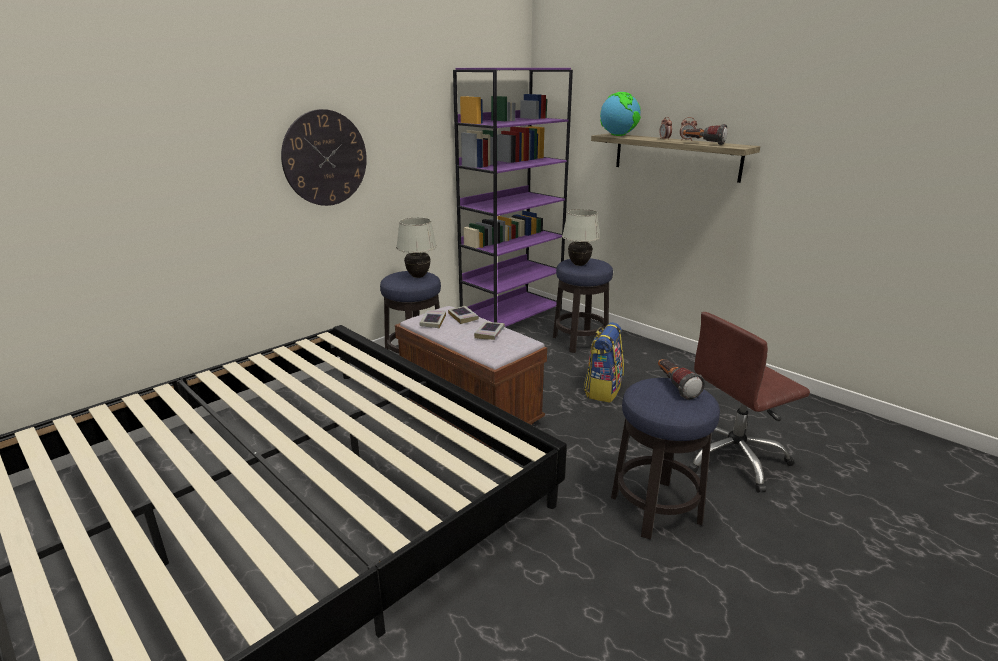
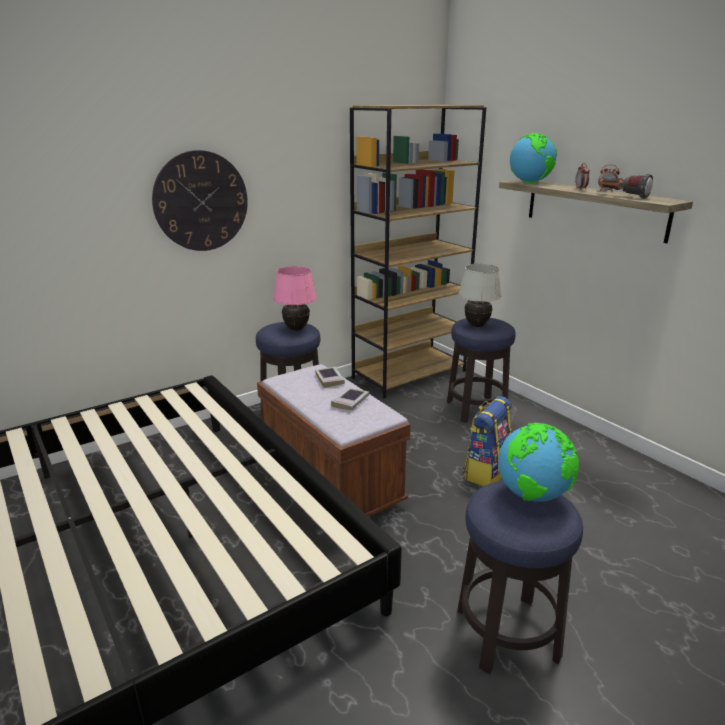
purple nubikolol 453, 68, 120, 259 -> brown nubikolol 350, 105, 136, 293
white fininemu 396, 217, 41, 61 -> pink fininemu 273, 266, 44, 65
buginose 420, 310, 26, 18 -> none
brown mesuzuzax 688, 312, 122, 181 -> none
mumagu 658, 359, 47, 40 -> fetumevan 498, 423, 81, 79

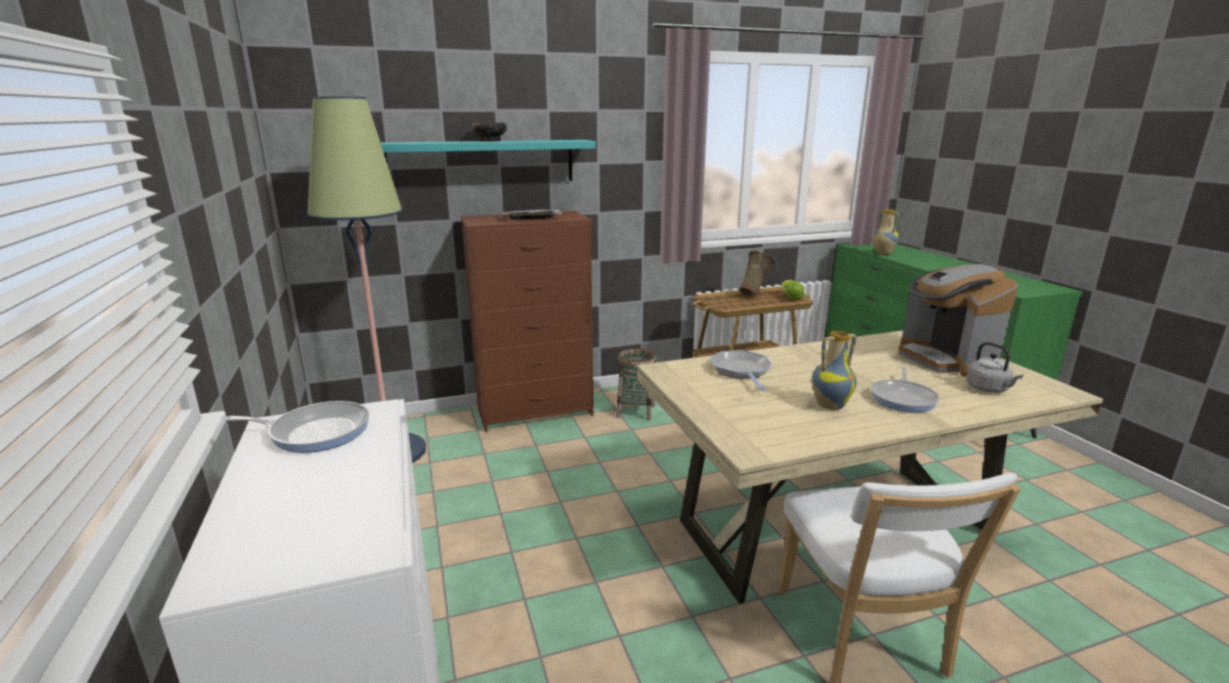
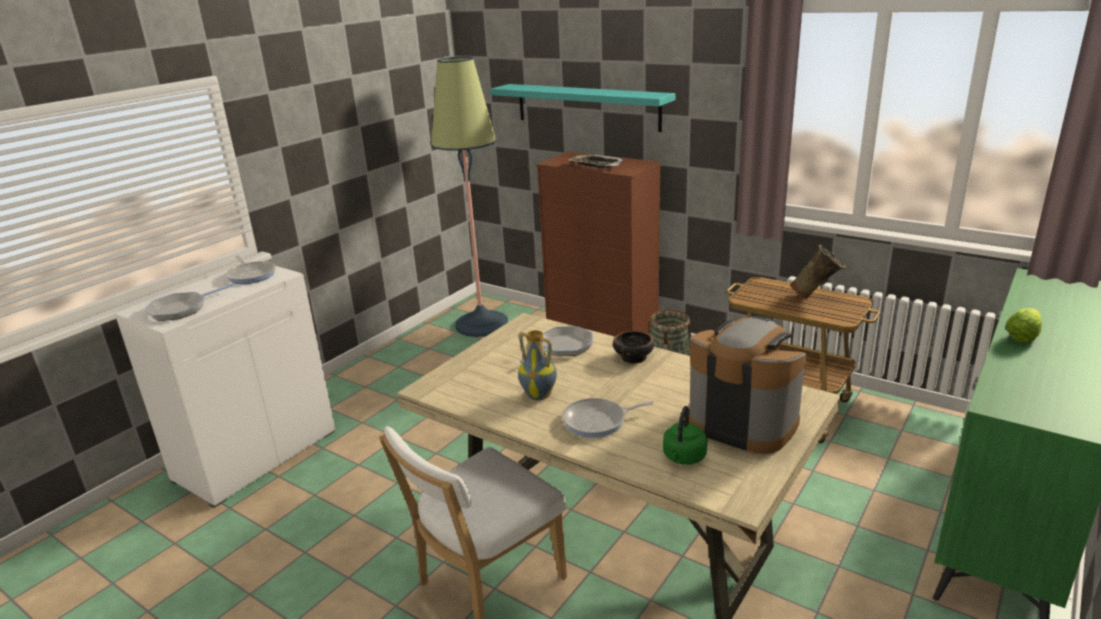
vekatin 472, 123, 35, 19 -> vekatin 613, 331, 42, 33, move
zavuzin 873, 209, 26, 46 -> none
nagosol 899, 264, 119, 113 -> nagosol 689, 316, 118, 138, 90 degrees clockwise
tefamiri 781, 280, 23, 20 -> tefamiri 1006, 308, 36, 34, move
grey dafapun 966, 342, 57, 51 -> green dafapun 663, 406, 44, 59
none -> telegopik 144, 284, 90, 37

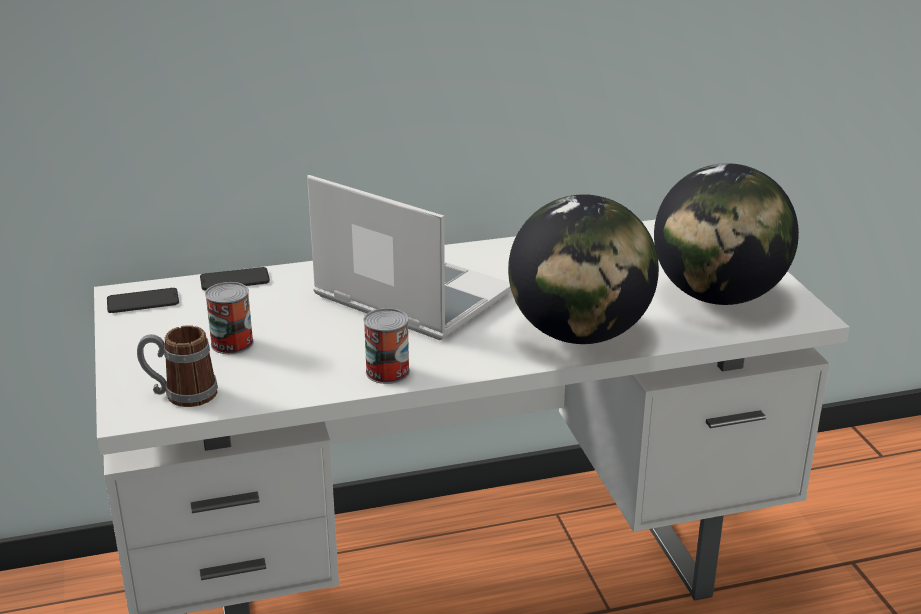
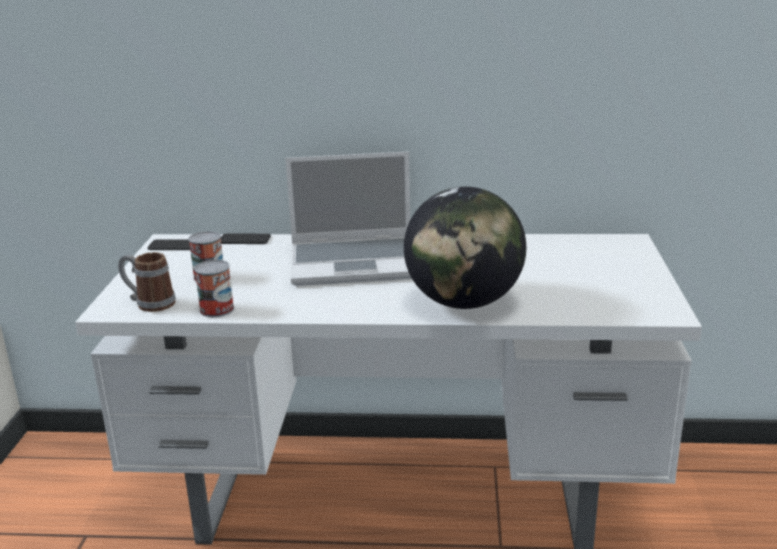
fetumevan 654, 163, 145, 142 -> none
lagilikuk 307, 175, 204, 165 -> lagilikuk 285, 152, 127, 134, 120 degrees clockwise
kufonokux 363, 308, 47, 76 -> kufonokux 194, 260, 40, 57, move

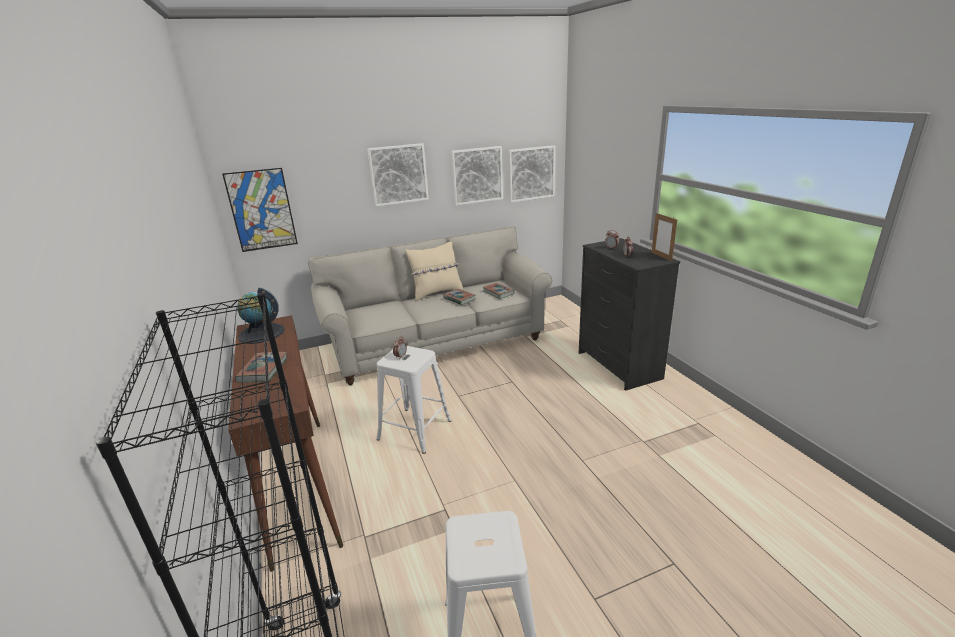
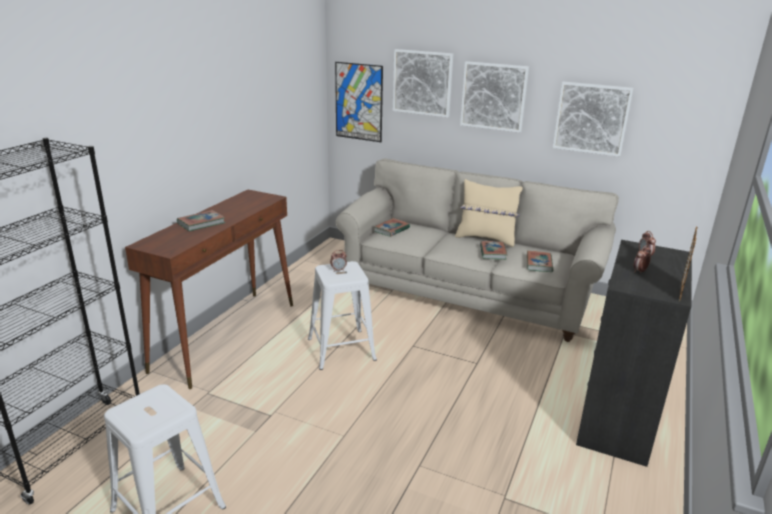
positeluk 508, 145, 47, 58 -> positeluk 392, 49, 61, 69, move
fetumevan 237, 288, 47, 56 -> none
none -> buginose 374, 218, 36, 19

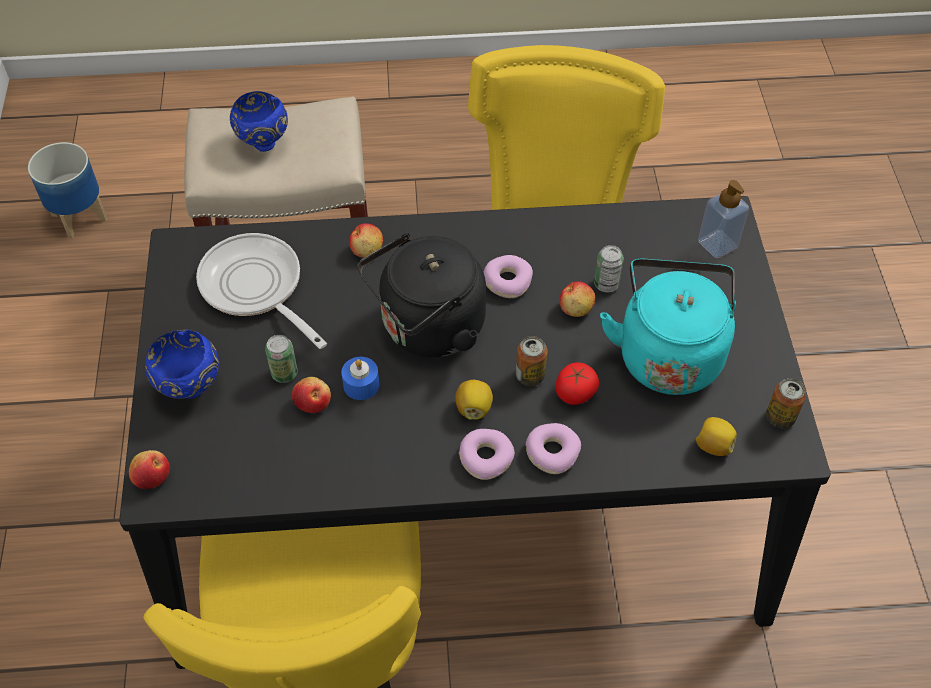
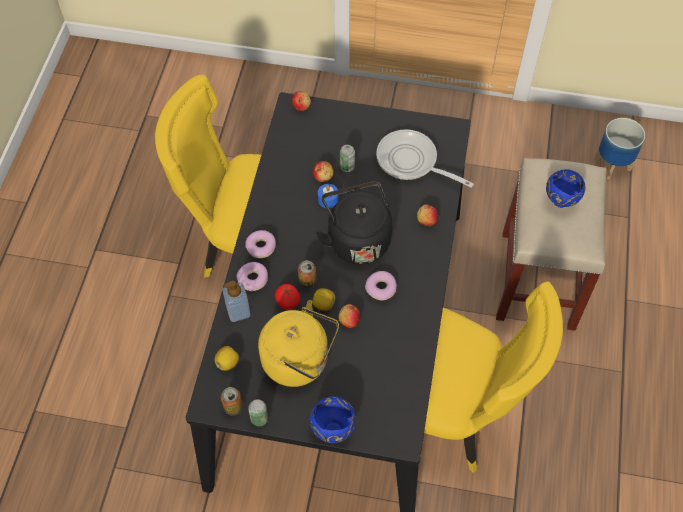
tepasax 698, 180, 51, 78 -> tepasax 223, 281, 27, 41, move
telegopik 196, 233, 131, 116 -> telegopik 376, 129, 98, 59, 120 degrees counterclockwise
kufonokux 594, 245, 30, 48 -> kufonokux 248, 399, 20, 27, move
turquoise dafapun 600, 259, 136, 136 -> yellow dafapun 258, 300, 81, 87
blue vekatin 145, 329, 74, 70 -> blue vekatin 310, 396, 46, 47, move
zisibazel 455, 380, 38, 40 -> zisibazel 312, 288, 23, 23, move

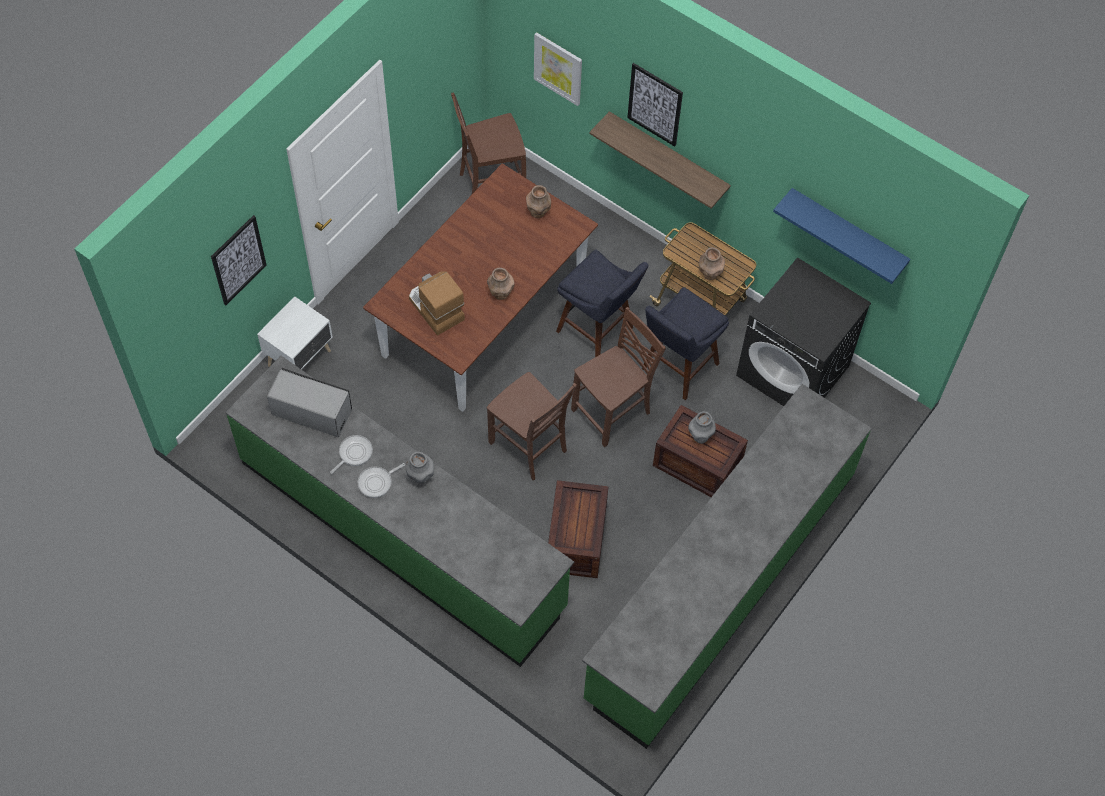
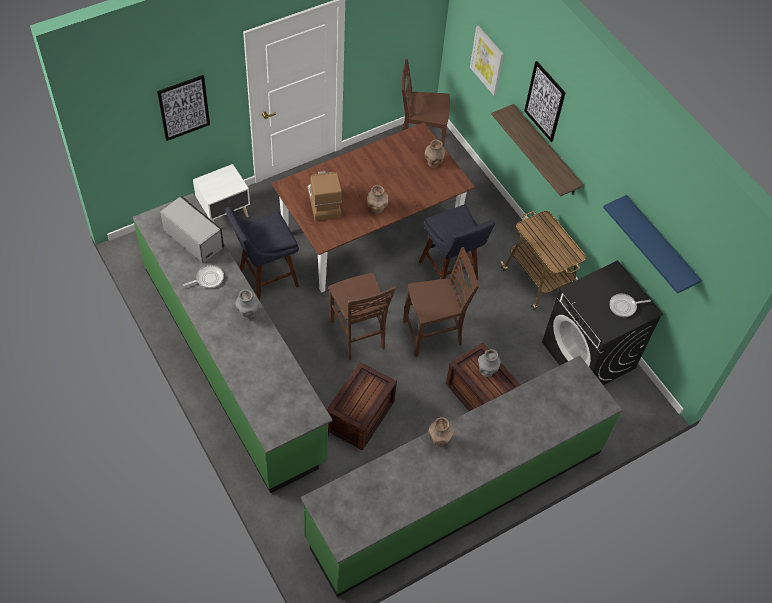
brown zavuzin 699, 247, 26, 33 -> brown zavuzin 428, 417, 26, 29, move
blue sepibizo 642, 287, 87, 113 -> blue sepibizo 225, 207, 74, 94, move
telegopik 358, 463, 47, 35 -> telegopik 609, 293, 42, 24, move

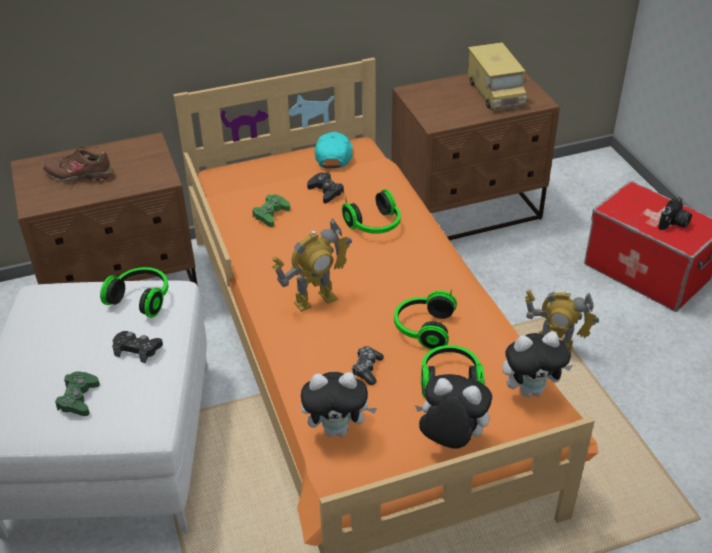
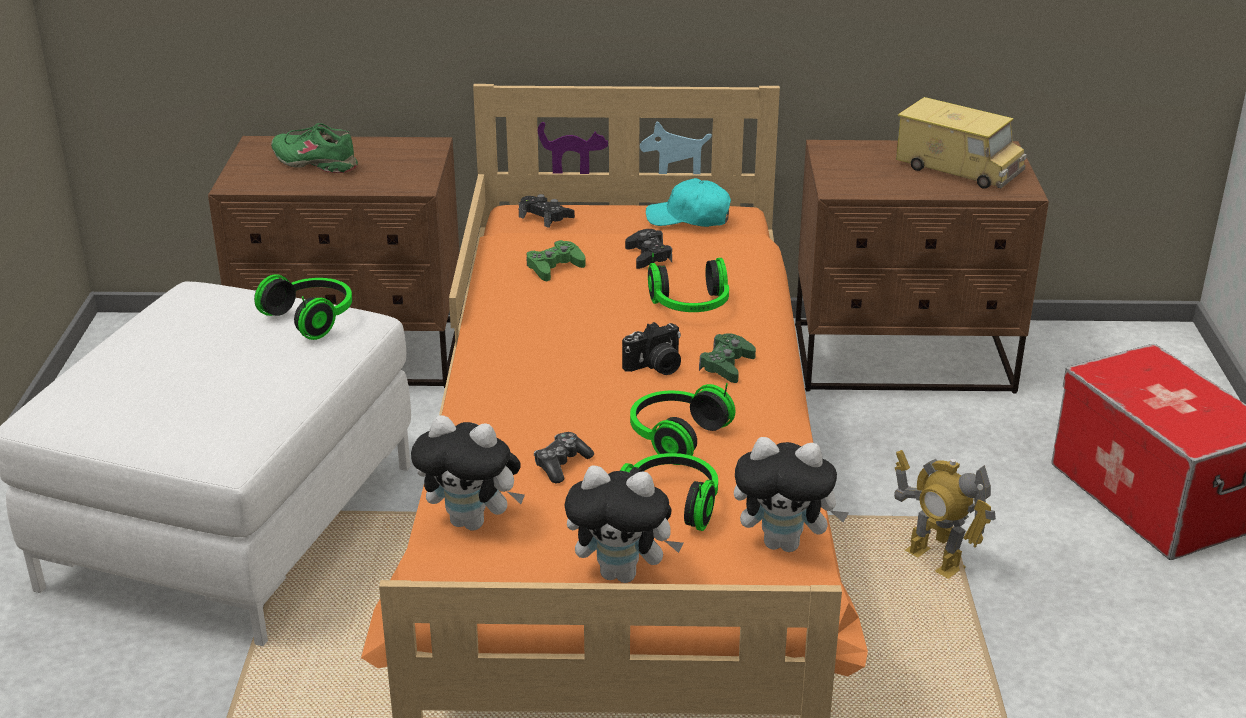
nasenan 468, 42, 60, 69 -> nasenan 896, 97, 131, 92, 60 degrees counterclockwise
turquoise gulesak 315, 132, 38, 37 -> turquoise gulesak 646, 178, 85, 49, 105 degrees counterclockwise
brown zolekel 42, 147, 72, 35 -> green zolekel 271, 123, 87, 50
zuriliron 658, 197, 34, 33 -> zuriliron 622, 322, 59, 53, move
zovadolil 272, 219, 80, 93 -> none
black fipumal 112, 331, 51, 32 -> black fipumal 519, 194, 56, 34, move
green fipumal 55, 371, 45, 45 -> green fipumal 699, 333, 57, 50, move
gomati 415, 374, 77, 75 -> gomati 565, 466, 119, 117, 150 degrees clockwise

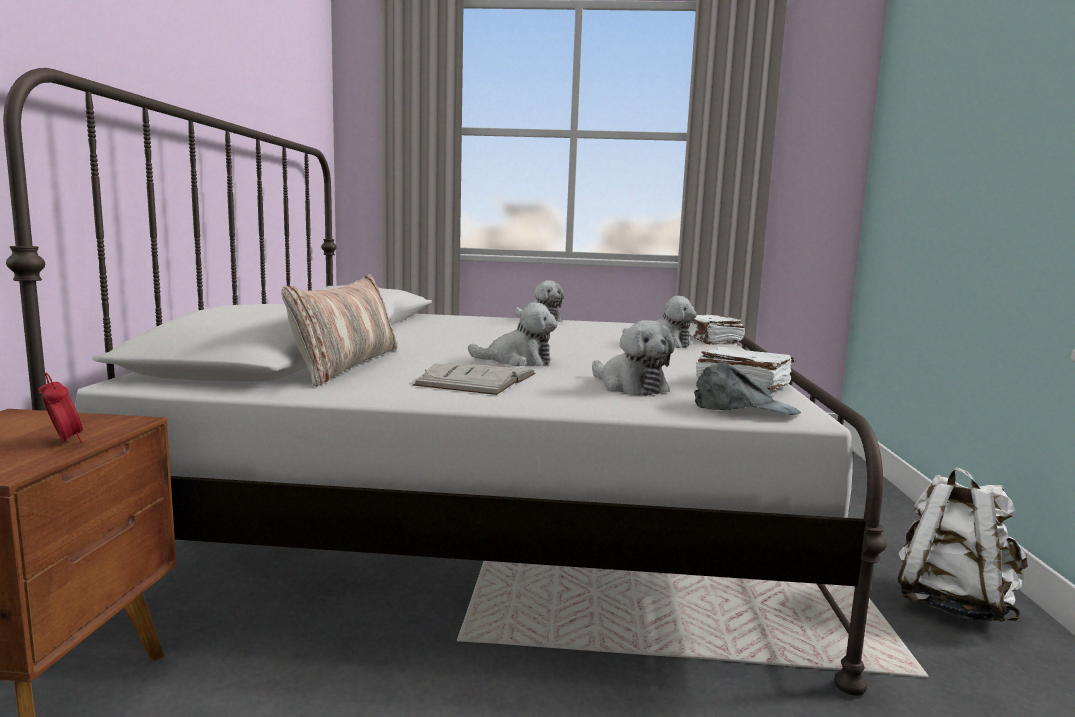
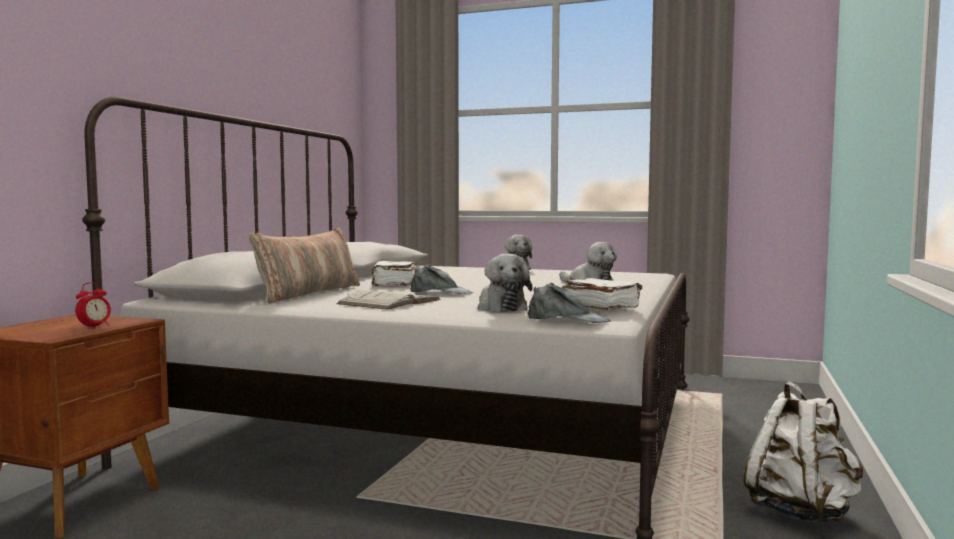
gomati 468, 303, 90, 63 -> grey gulesak 410, 264, 63, 30
white buginose 688, 315, 57, 29 -> white buginose 372, 261, 44, 25, move
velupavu 38, 373, 45, 70 -> velupavu 75, 283, 36, 46, 60 degrees clockwise

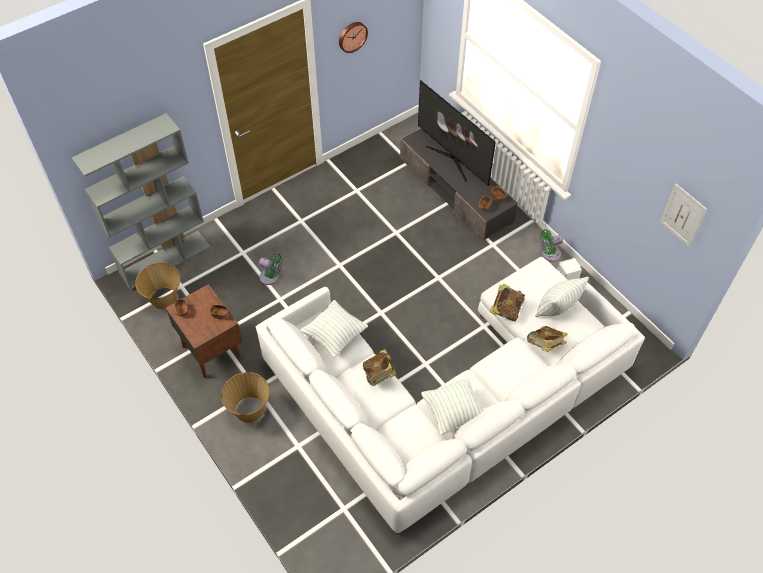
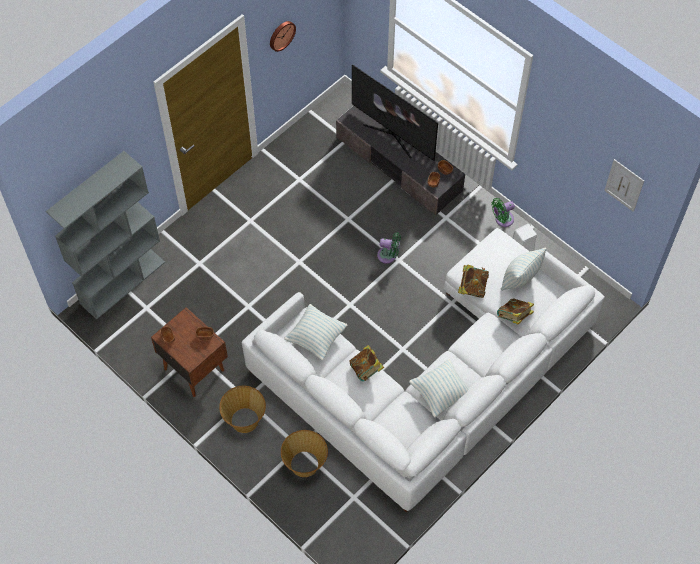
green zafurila 259, 253, 24, 32 -> green zafurila 377, 232, 24, 32, move
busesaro 135, 263, 46, 46 -> busesaro 281, 430, 47, 47, move

